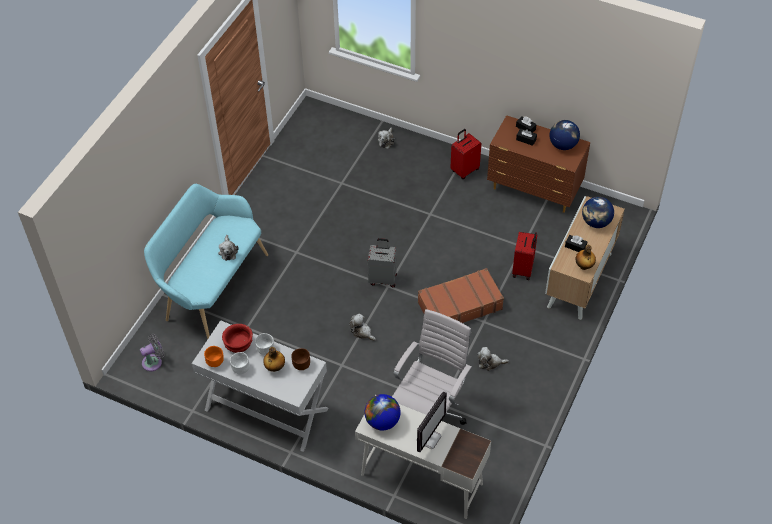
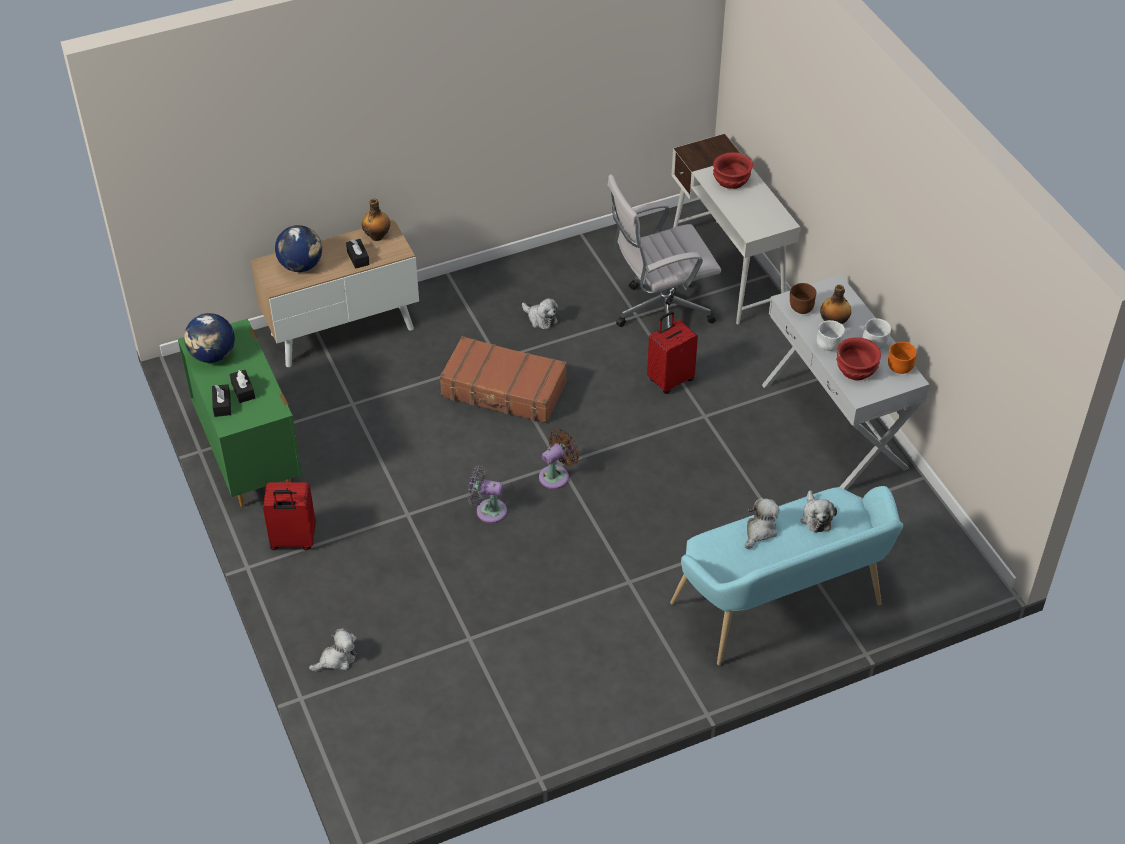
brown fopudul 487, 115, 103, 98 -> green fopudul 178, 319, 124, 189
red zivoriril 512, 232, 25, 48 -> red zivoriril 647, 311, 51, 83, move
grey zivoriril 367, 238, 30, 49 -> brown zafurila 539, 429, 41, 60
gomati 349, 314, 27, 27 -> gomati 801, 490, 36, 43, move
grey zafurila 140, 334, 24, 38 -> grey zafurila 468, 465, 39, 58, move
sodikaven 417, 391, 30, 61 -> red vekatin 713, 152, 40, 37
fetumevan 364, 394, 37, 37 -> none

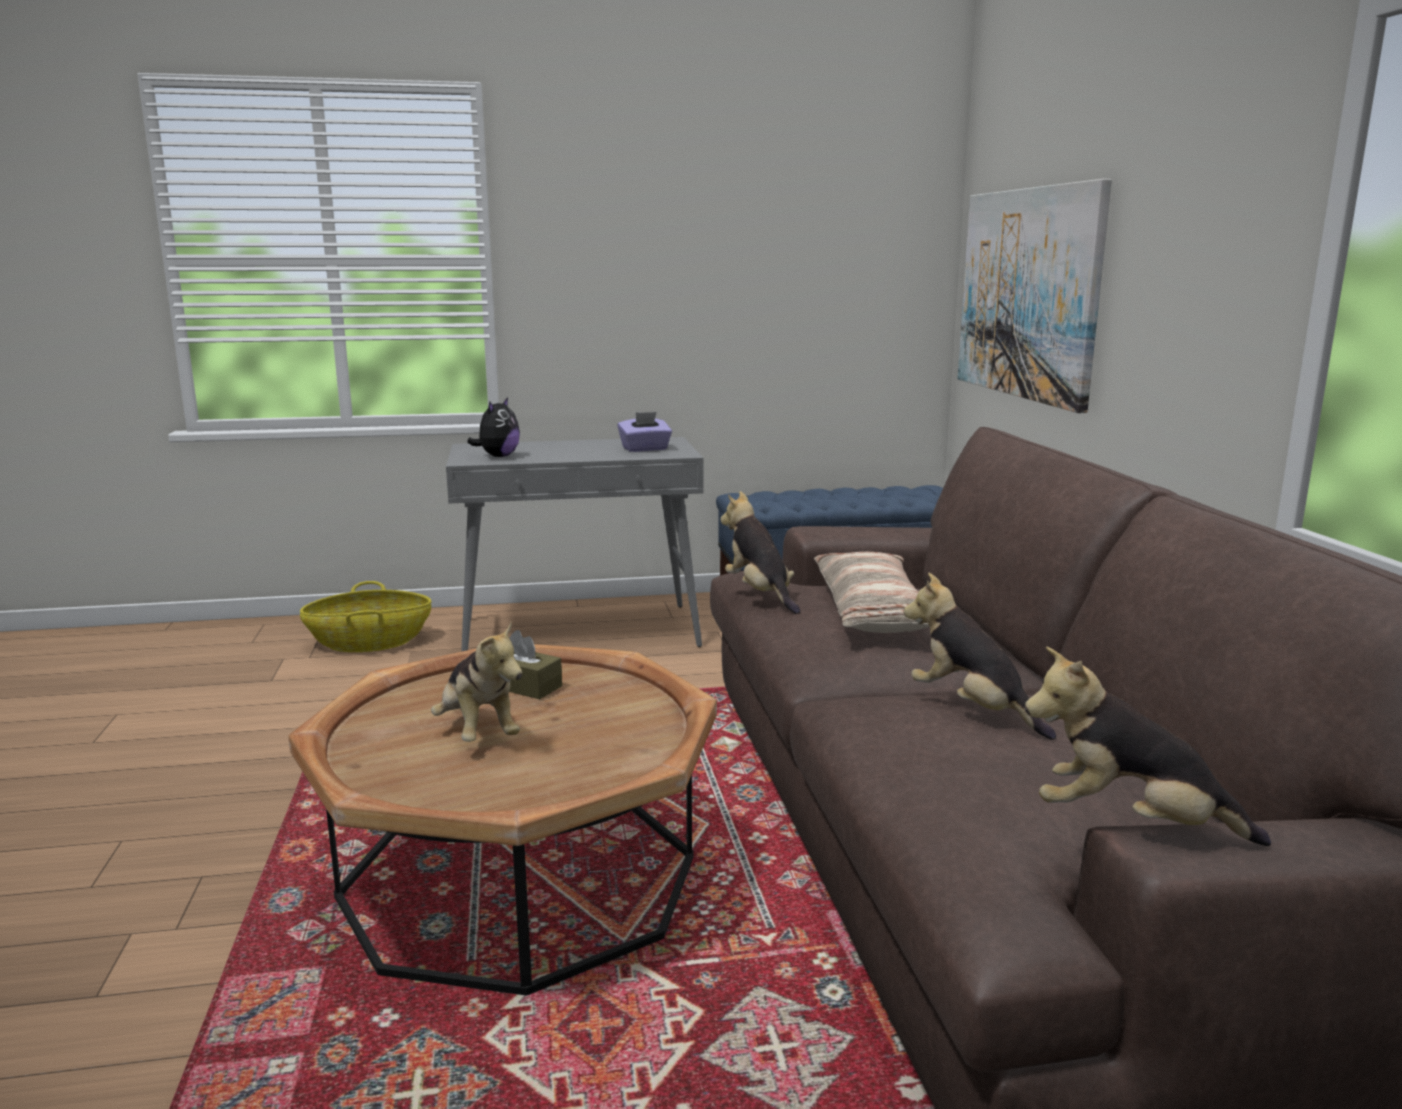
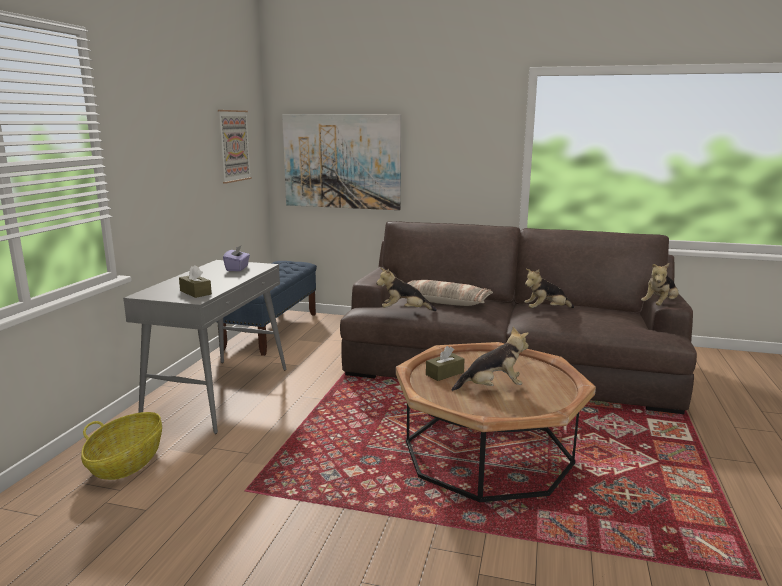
gomati 467, 397, 53, 60 -> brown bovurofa 179, 265, 33, 33
none -> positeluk 218, 110, 34, 73

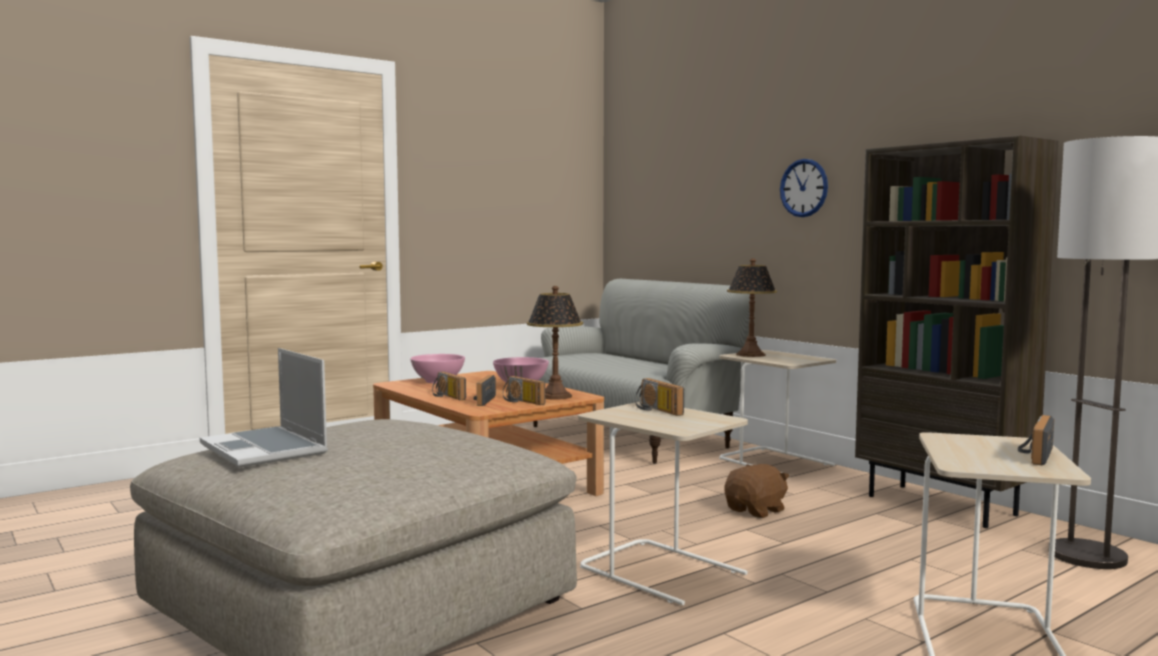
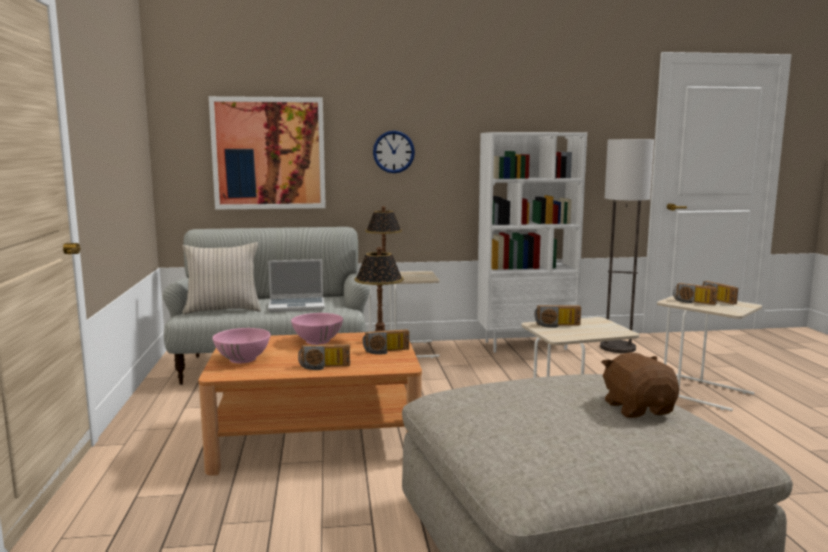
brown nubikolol 855, 135, 203, 393 -> white nubikolol 477, 132, 110, 221
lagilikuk 200, 348, 128, 120 -> lagilikuk 268, 259, 57, 53, move
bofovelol 473, 375, 23, 31 -> bofovelol 673, 283, 45, 22, move
brown gomati 724, 464, 66, 54 -> brown gomati 601, 353, 78, 65, move
none -> positeluk 209, 96, 117, 114
none -> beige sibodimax 182, 242, 79, 72

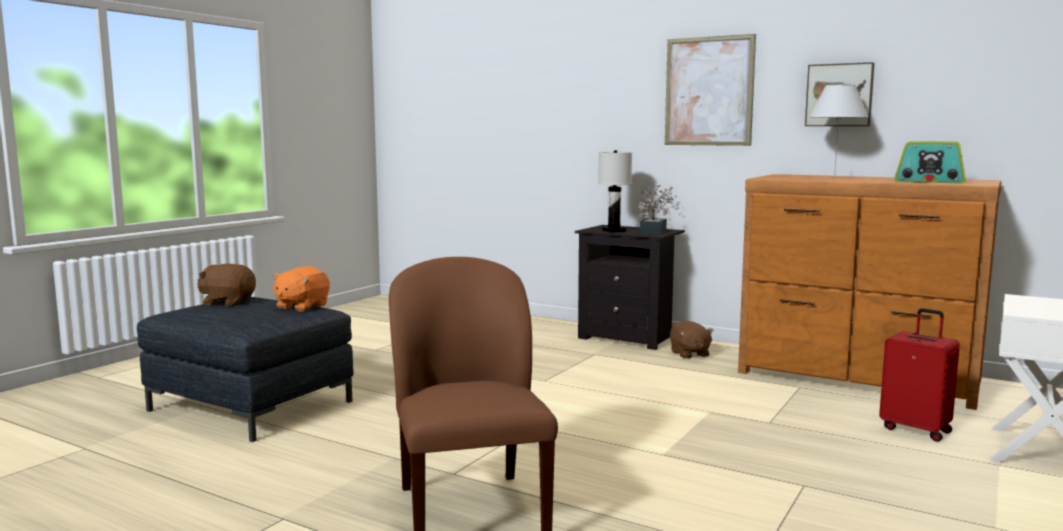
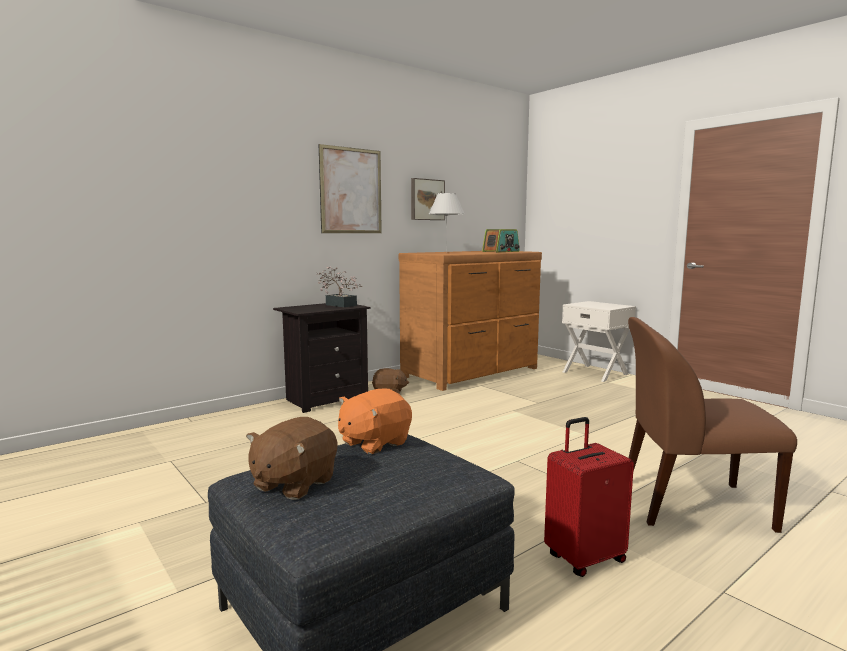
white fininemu 598, 150, 34, 82 -> none
orange gomati 272, 266, 58, 46 -> orange gomati 338, 388, 74, 66, 90 degrees clockwise
red zivoriril 879, 308, 81, 134 -> red zivoriril 544, 417, 90, 160, move

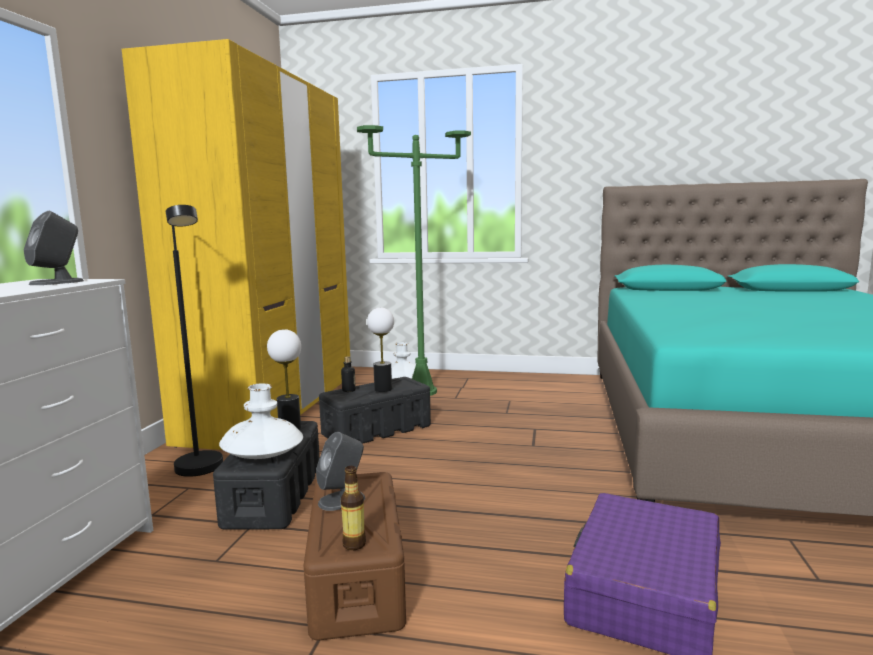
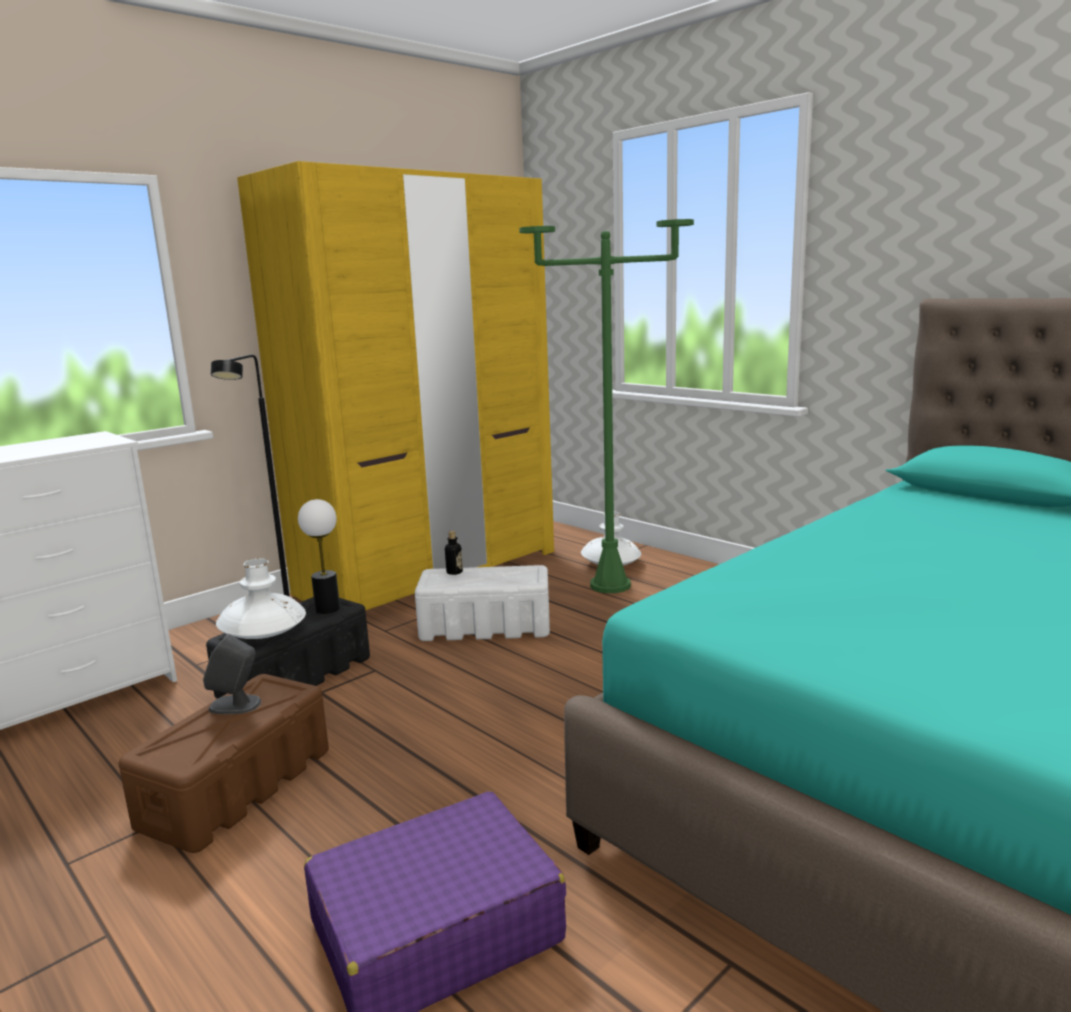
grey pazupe 24, 211, 60, 74 -> none
fininemu 367, 308, 27, 84 -> none
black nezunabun 319, 377, 112, 67 -> white nezunabun 415, 565, 135, 76
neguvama 341, 466, 25, 84 -> none

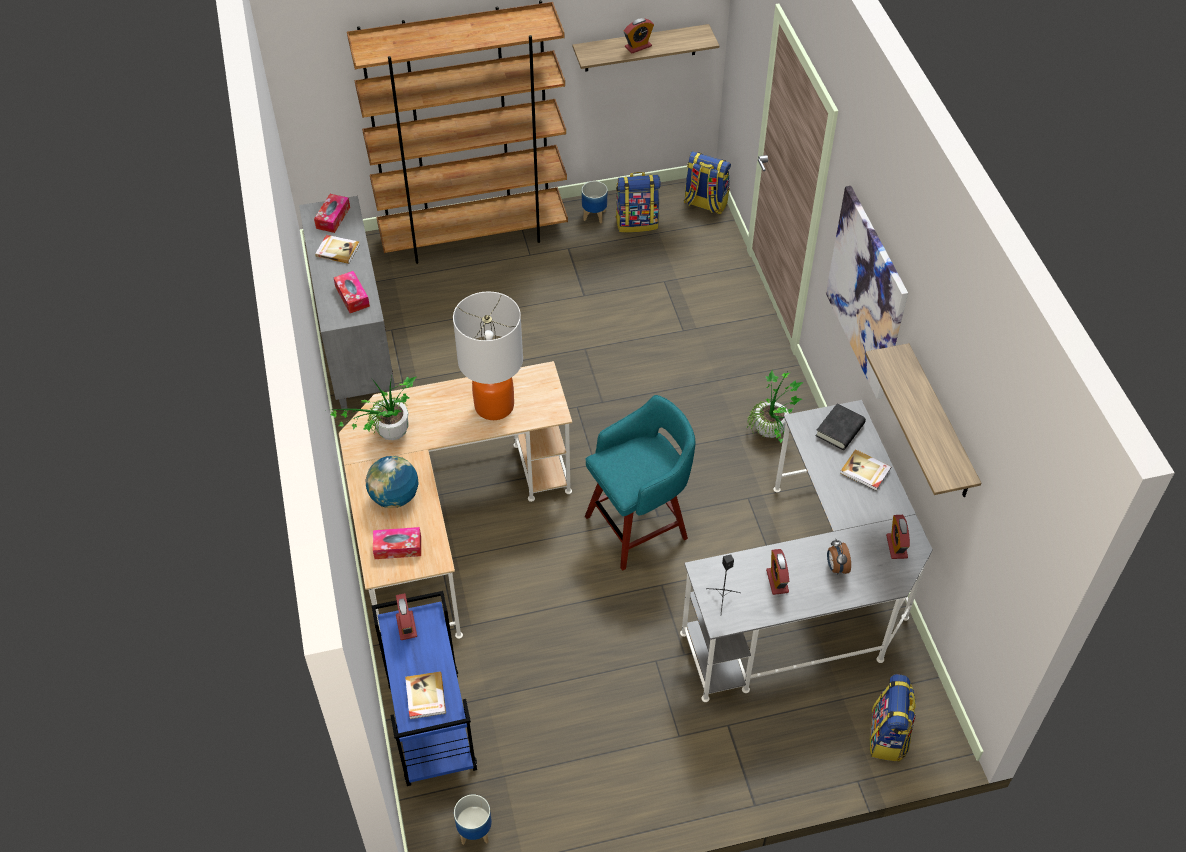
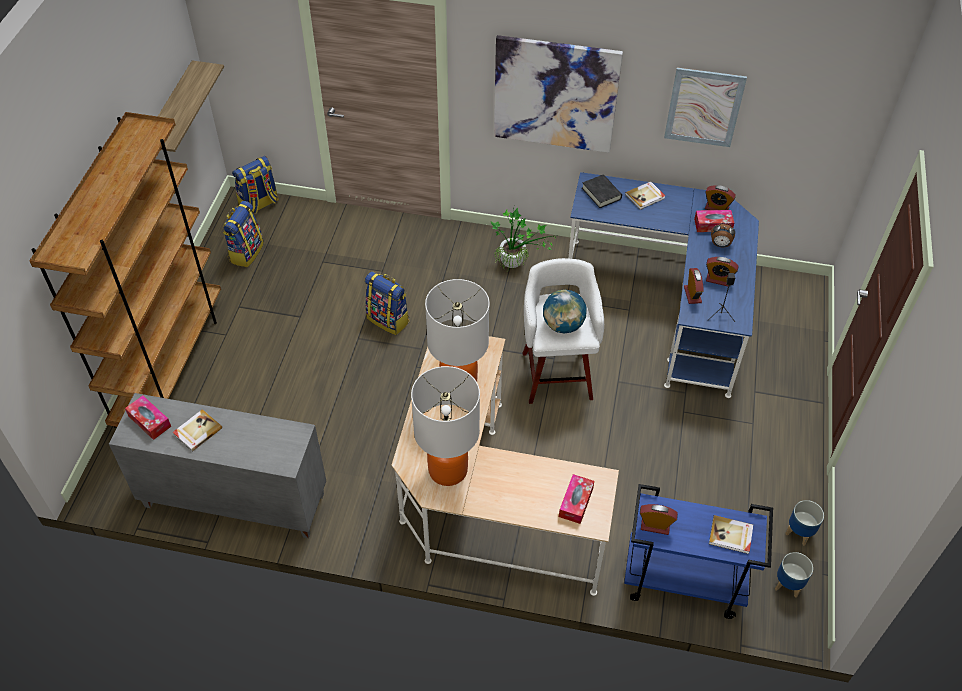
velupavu 624, 18, 30, 36 -> velupavu 684, 268, 20, 36, move
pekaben 582, 181, 25, 42 -> pekaben 785, 500, 39, 46, move
bovurofa 334, 271, 36, 42 -> bovurofa 694, 210, 40, 22, move
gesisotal 865, 343, 116, 154 -> positeluk 664, 68, 83, 79
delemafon 330, 376, 86, 64 -> fininemu 411, 366, 69, 120
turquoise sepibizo 585, 395, 111, 175 -> white sepibizo 523, 258, 81, 146
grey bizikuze 680, 400, 253, 302 -> blue bizikuze 568, 172, 191, 226
fetumevan 365, 456, 54, 52 -> fetumevan 543, 290, 43, 43, move
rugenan 870, 674, 46, 88 -> rugenan 365, 271, 44, 64, move

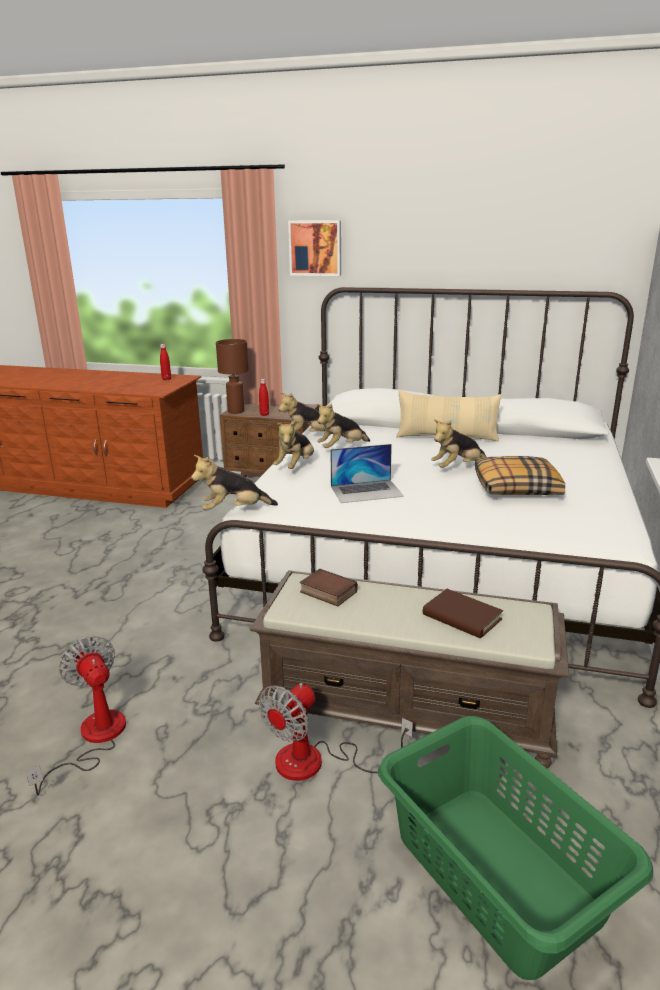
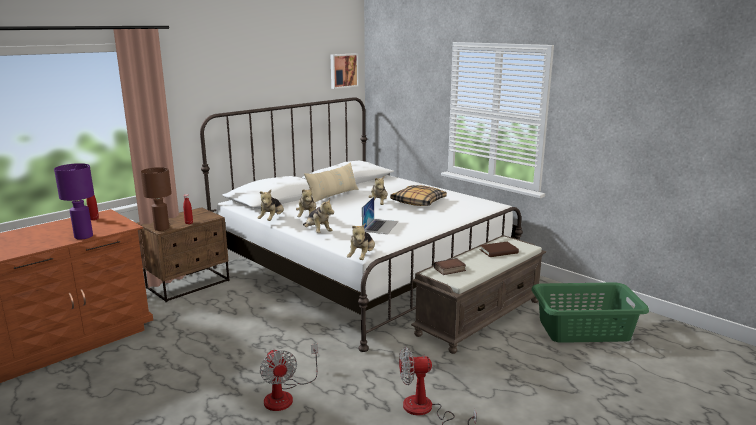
positeluk 288, 220, 53, 56 -> positeluk 331, 53, 27, 36, move
zafurila 259, 683, 154, 98 -> zafurila 260, 344, 58, 67, move
none -> purple fininemu 54, 163, 40, 77

